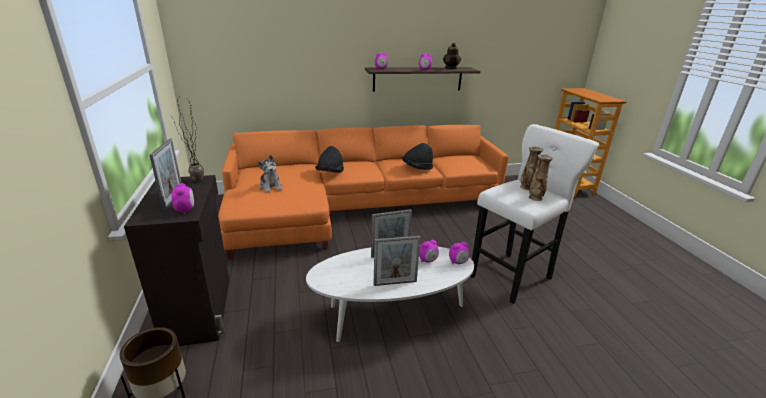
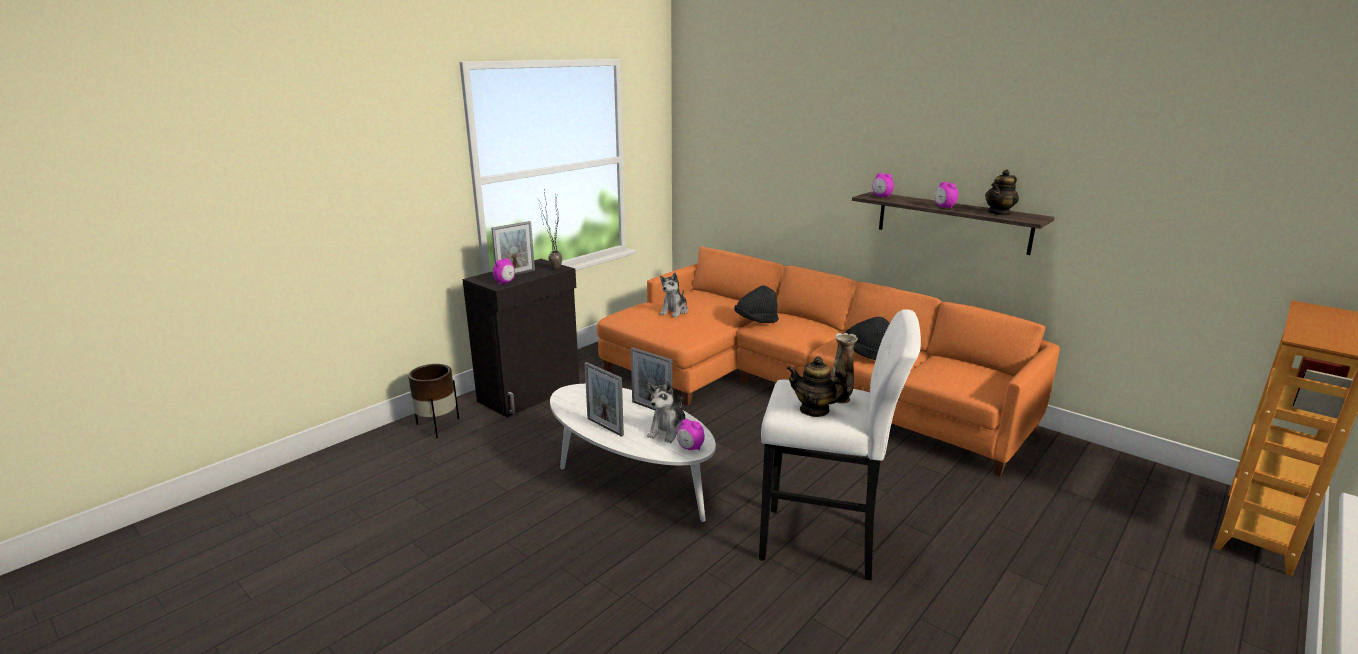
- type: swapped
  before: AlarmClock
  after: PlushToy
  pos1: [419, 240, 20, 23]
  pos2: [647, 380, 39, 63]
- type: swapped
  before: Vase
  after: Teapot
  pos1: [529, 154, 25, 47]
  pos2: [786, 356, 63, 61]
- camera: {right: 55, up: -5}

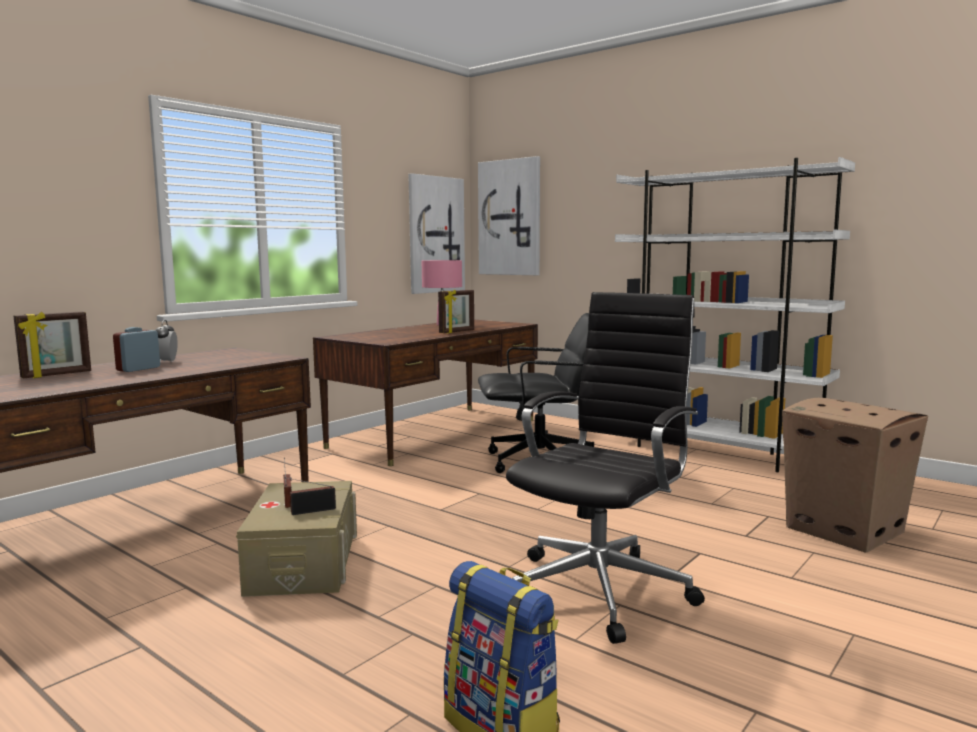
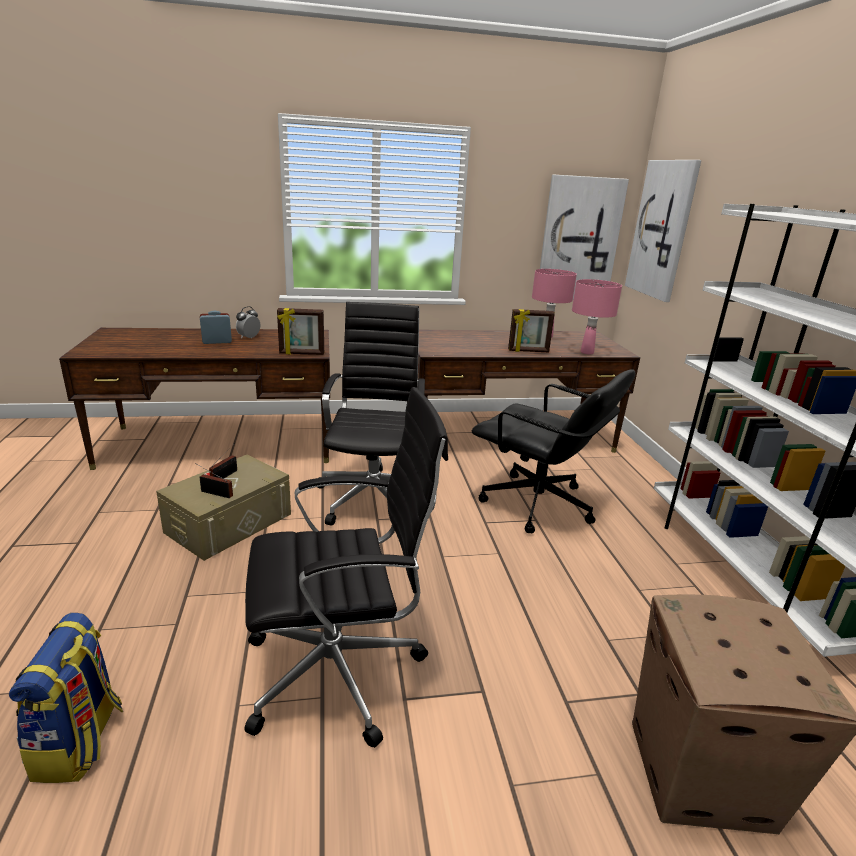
- type: shifted
  before: PictureFrame
  pos1: [14, 312, 77, 66]
  pos2: [277, 308, 47, 47]
- type: new
  after: BlackOfficeChair
  pos2: [318, 302, 107, 224]
- type: new
  after: PinkTableLamp
  pos2: [572, 279, 50, 75]
- camera: {right: 40, up: 15}

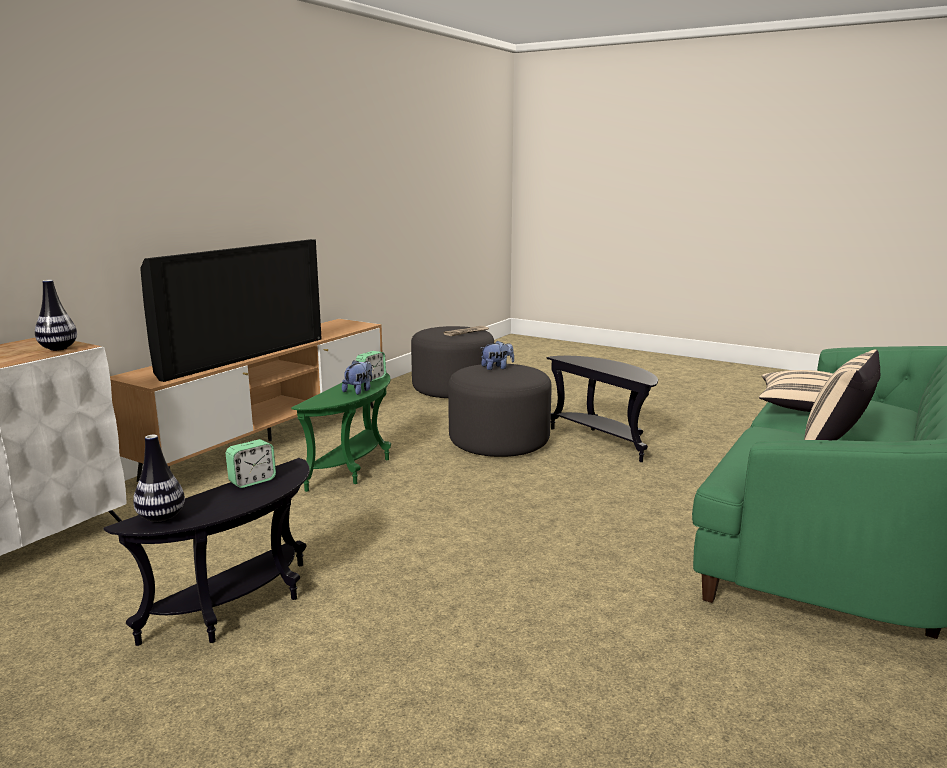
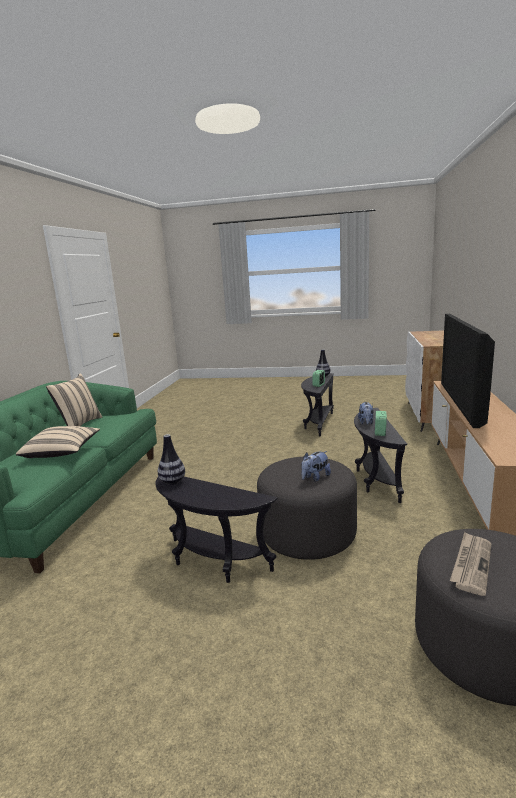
- type: shifted
  before: Vase
  pos1: [35, 280, 42, 71]
  pos2: [158, 434, 27, 51]
- type: repainted
  before: GreenSideTable
  after: BlackSideTable
  pos1: [291, 372, 100, 120]
  pos2: [354, 408, 53, 95]
- camera: {right: 160, up: 0}

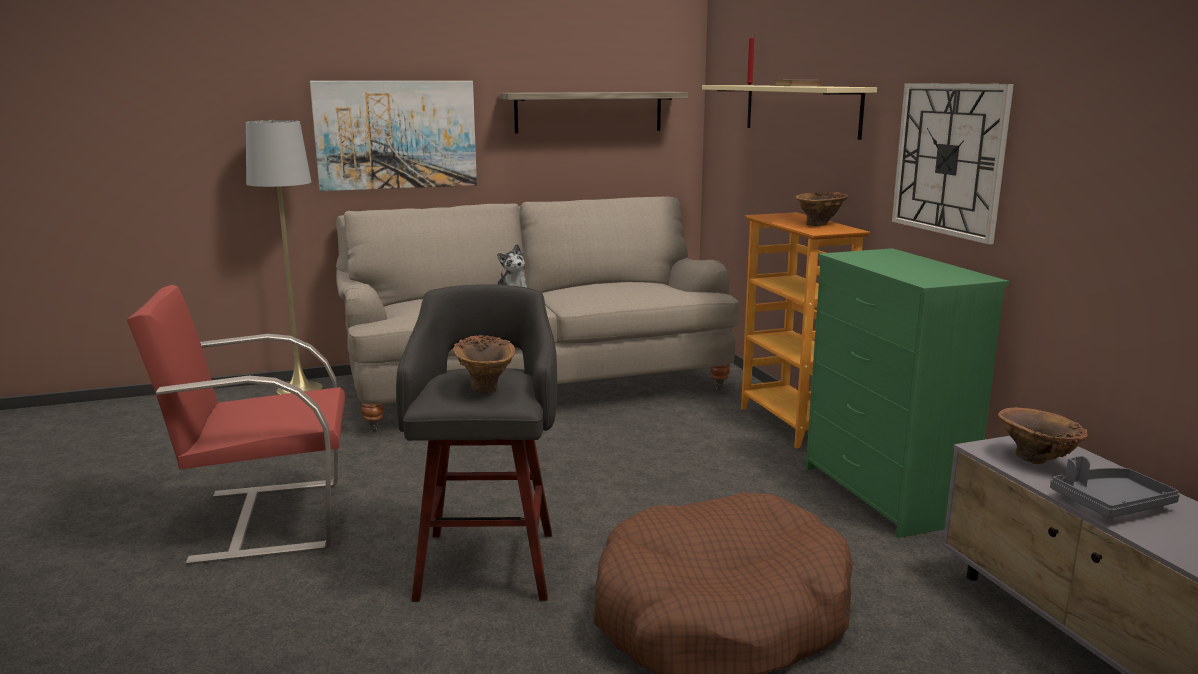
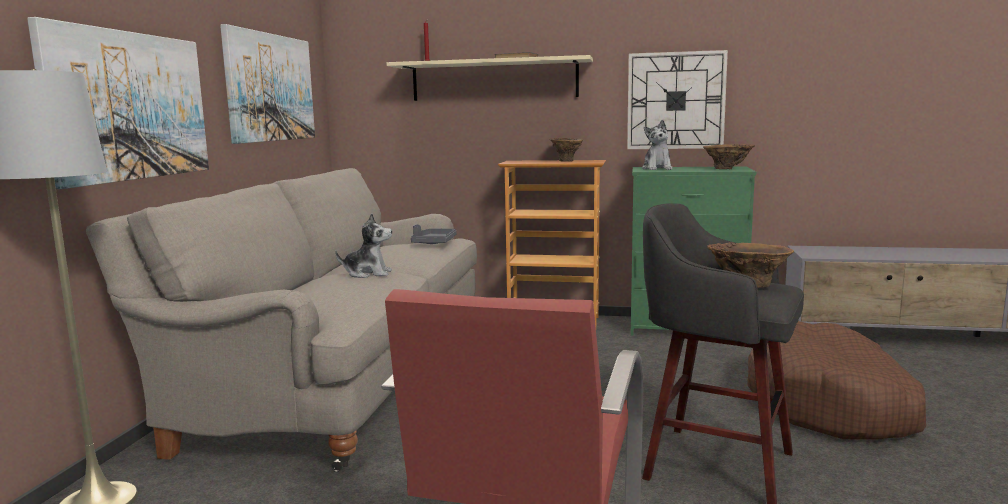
- type: swapped
  before: Shelf
  after: Picture
  pos1: [499, 92, 189, 42]
  pos2: [220, 24, 95, 120]
- type: shifted
  before: GreyTray
  pos1: [1050, 456, 130, 62]
  pos2: [411, 224, 45, 20]
- type: new
  after: PlushToy
  pos2: [642, 120, 31, 50]
- type: shifted
  before: BrownVase
  pos1: [998, 408, 90, 56]
  pos2: [703, 144, 52, 25]
- camera: {right: -60, up: -5}

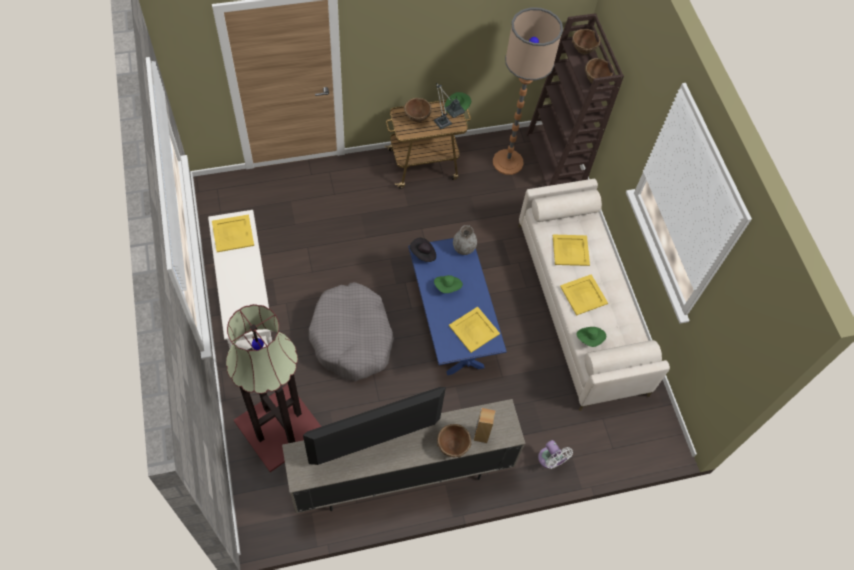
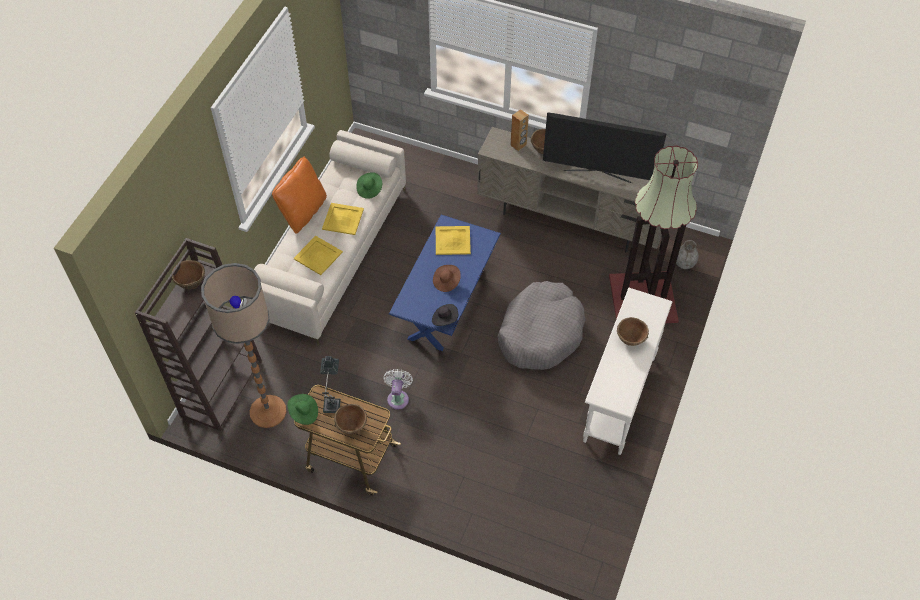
- type: new
  after: OrangePillow
  pos2: [272, 157, 55, 77]
- type: shifted
  before: WhiteFan
  pos1: [538, 440, 35, 29]
  pos2: [383, 369, 30, 41]
- type: repainted
  before: GreenHat
  after: BrownHat
  pos1: [434, 275, 29, 18]
  pos2: [433, 265, 28, 27]
- type: shifted
  before: BrownBowl
  pos1: [572, 29, 29, 26]
  pos2: [617, 317, 32, 29]
- type: shifted
  before: GreyVase
  pos1: [453, 225, 24, 30]
  pos2: [676, 240, 22, 29]
- type: gone
  before: YellowTray
  pos1: [212, 214, 42, 38]
- camera: {right: -140, up: -5}

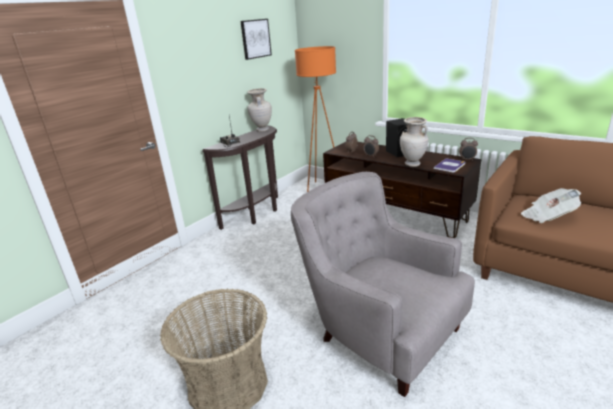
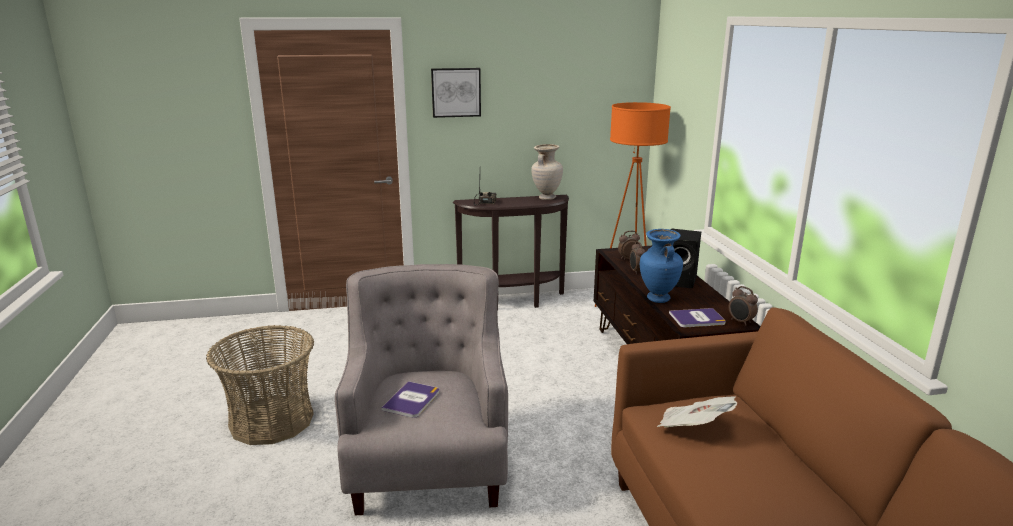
- type: new
  after: Book
  pos2: [382, 381, 57, 37]
- type: shifted
  before: Picture
  pos1: [240, 19, 32, 41]
  pos2: [431, 68, 50, 50]
- type: repainted
  before: BeigeVase
  after: BlueVase
  pos1: [400, 117, 29, 50]
  pos2: [640, 229, 43, 74]
- camera: {right: 40, up: -5}

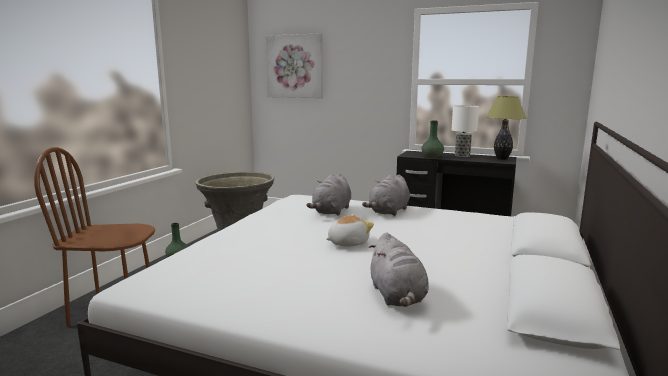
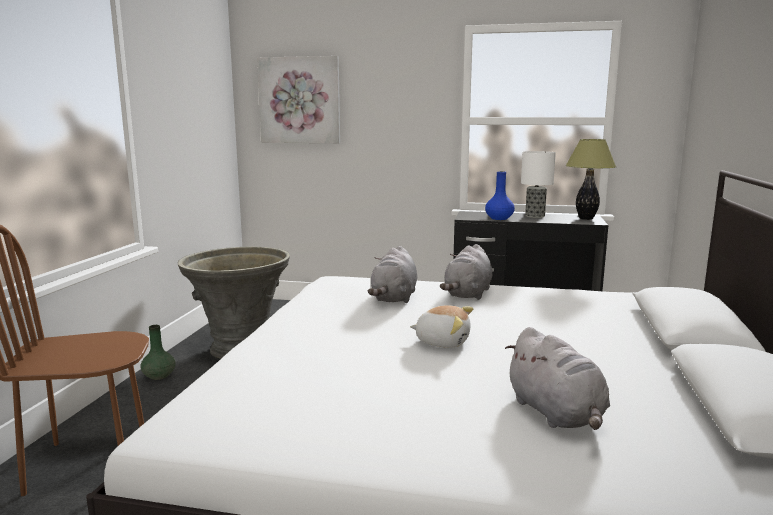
- type: rotated
  before: PlushToy
  pos1: [326, 214, 48, 32]
  pos2: [410, 305, 63, 43]
  turn: 60
- type: repainted
  before: GreenVase
  after: BlueVase
  pos1: [421, 120, 23, 38]
  pos2: [485, 171, 30, 49]
- camera: {right: -10, up: 0}

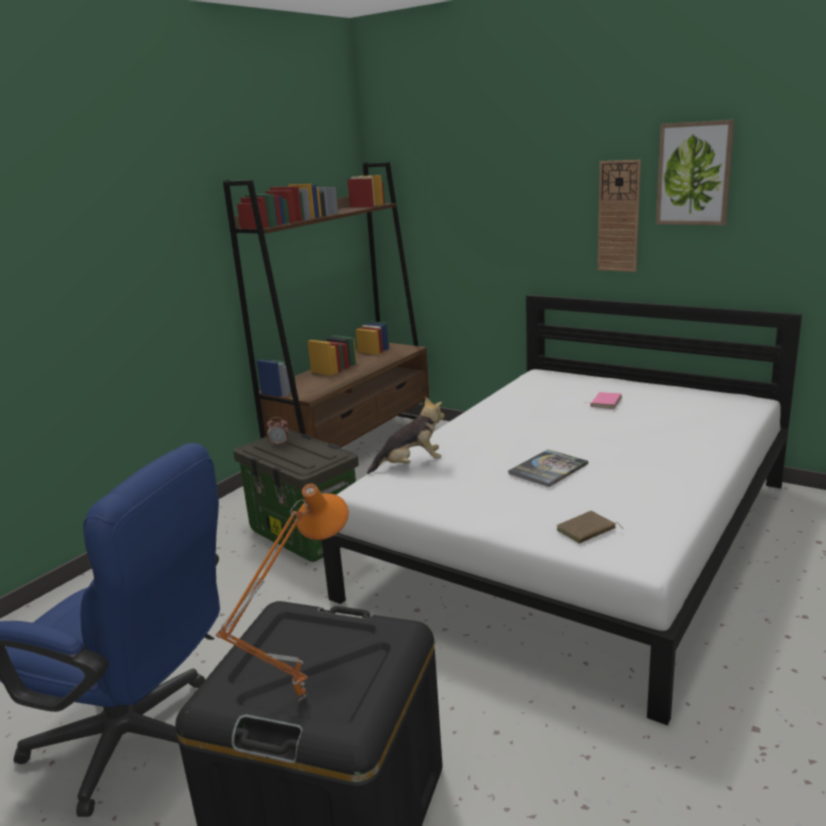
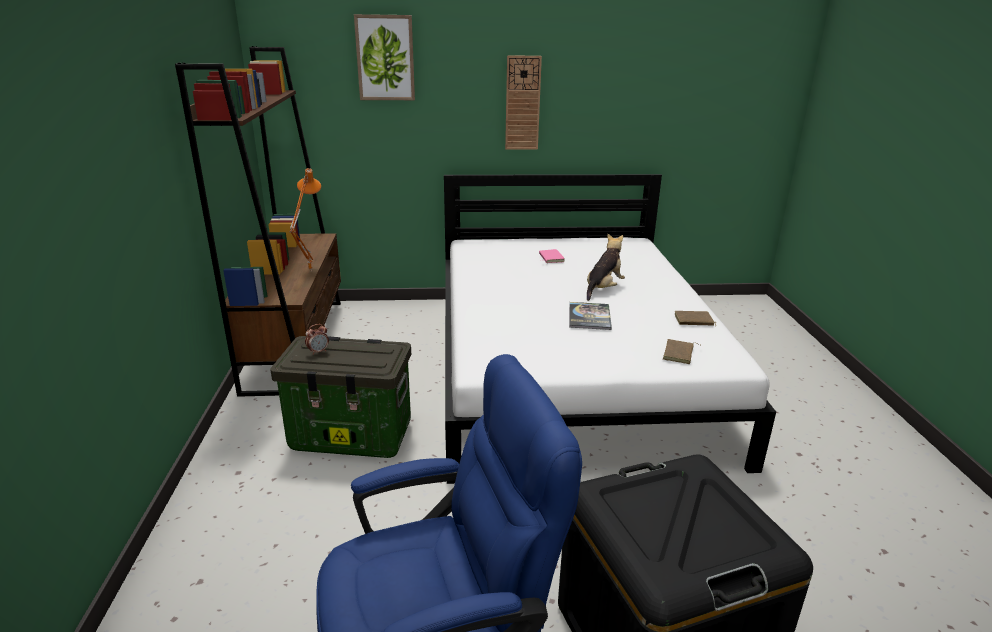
- type: shifted
  before: OrangeTableLamp
  pos1: [216, 484, 133, 217]
  pos2: [290, 168, 31, 104]
- type: shifted
  before: Picture
  pos1: [656, 120, 78, 105]
  pos2: [354, 14, 61, 86]
- type: shifted
  before: PlushToy
  pos1: [367, 397, 78, 77]
  pos2: [587, 234, 38, 67]
- type: new
  after: BrownBook
  pos2: [675, 311, 41, 15]
- camera: {right: -40, up: 5}

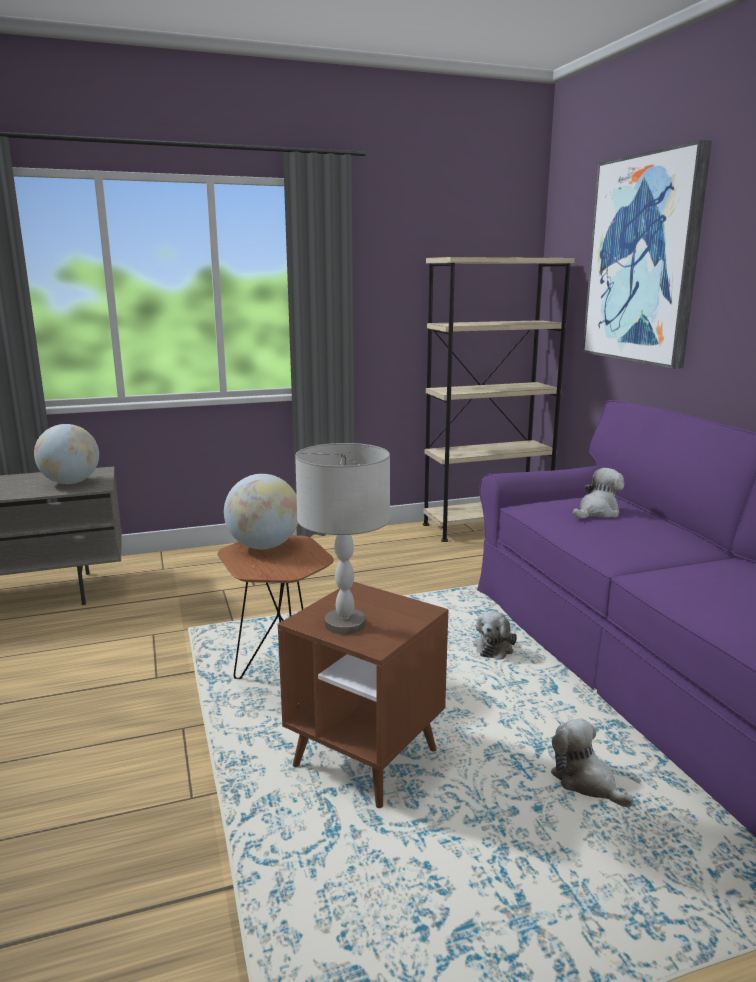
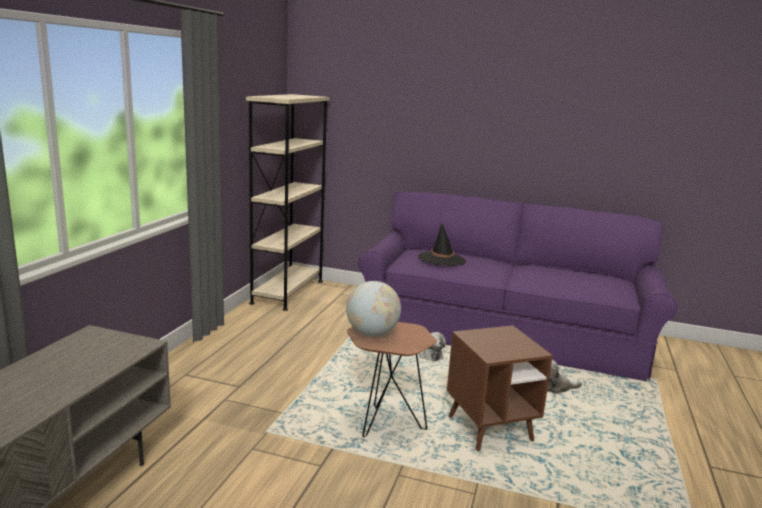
- type: swapped
  before: PlushToy
  after: BlackHat
  pos1: [573, 468, 51, 51]
  pos2: [418, 222, 48, 44]
- type: gone
  before: Globe
  pos1: [34, 424, 65, 60]
- type: gone
  before: GreyTableLamp
  pos1: [295, 443, 95, 191]
- type: gone
  before: Picture
  pos1: [583, 140, 129, 229]
- camera: {right: -55, up: 0}

